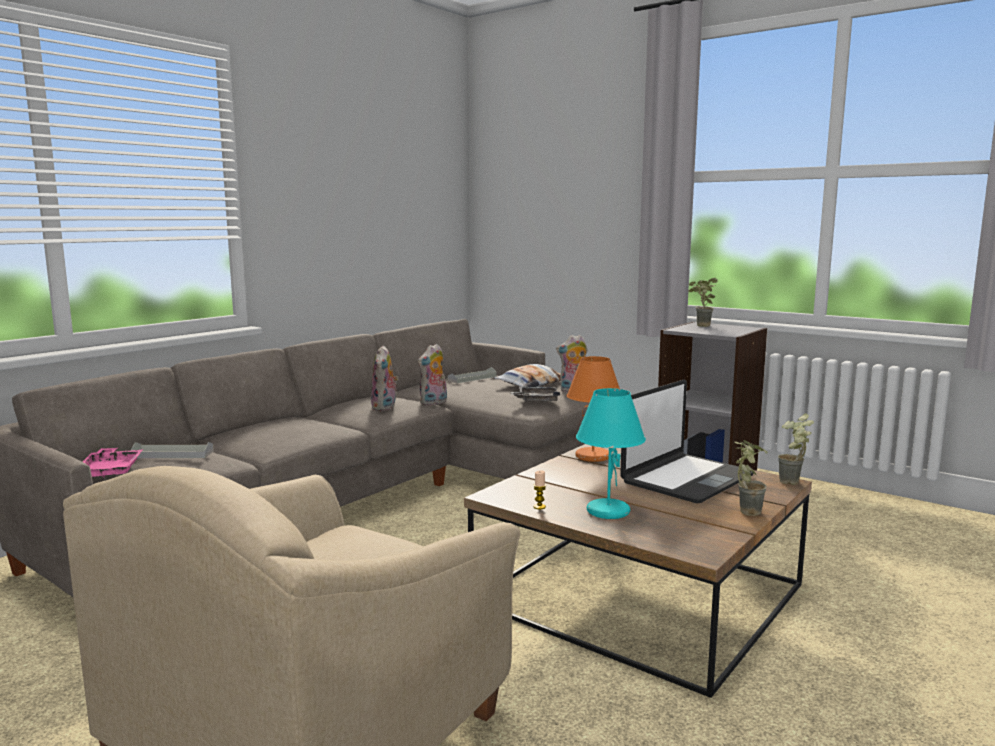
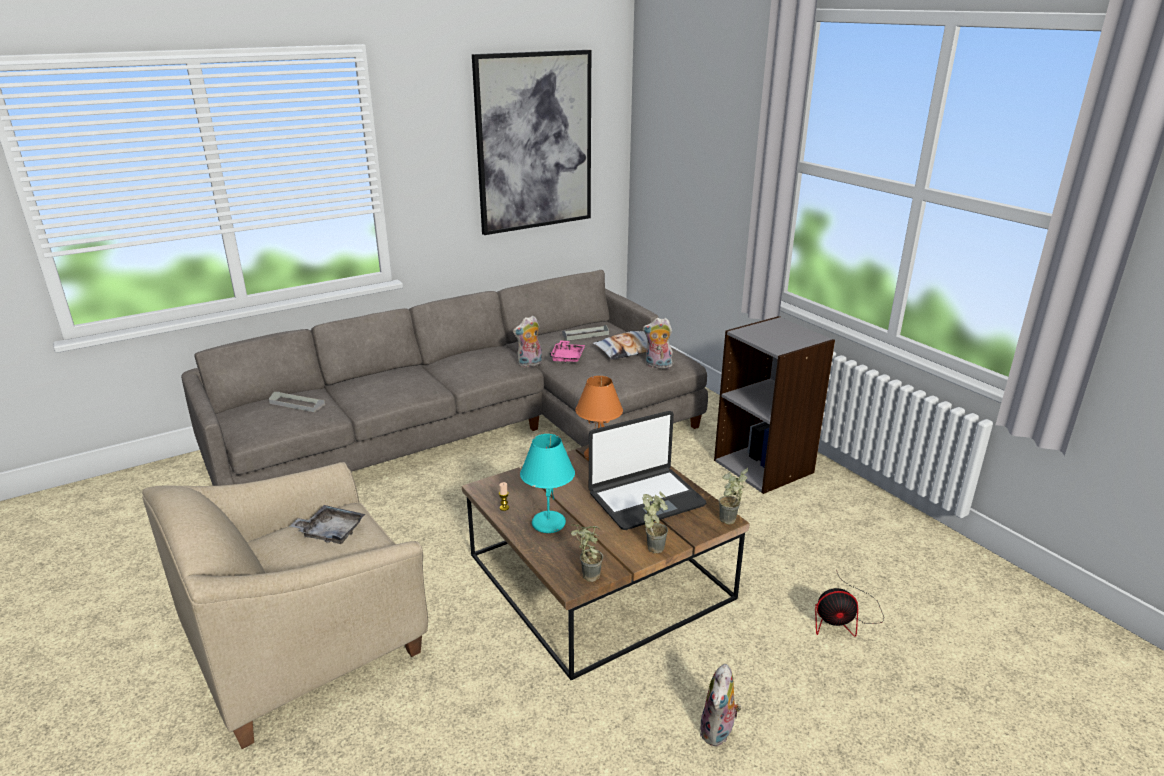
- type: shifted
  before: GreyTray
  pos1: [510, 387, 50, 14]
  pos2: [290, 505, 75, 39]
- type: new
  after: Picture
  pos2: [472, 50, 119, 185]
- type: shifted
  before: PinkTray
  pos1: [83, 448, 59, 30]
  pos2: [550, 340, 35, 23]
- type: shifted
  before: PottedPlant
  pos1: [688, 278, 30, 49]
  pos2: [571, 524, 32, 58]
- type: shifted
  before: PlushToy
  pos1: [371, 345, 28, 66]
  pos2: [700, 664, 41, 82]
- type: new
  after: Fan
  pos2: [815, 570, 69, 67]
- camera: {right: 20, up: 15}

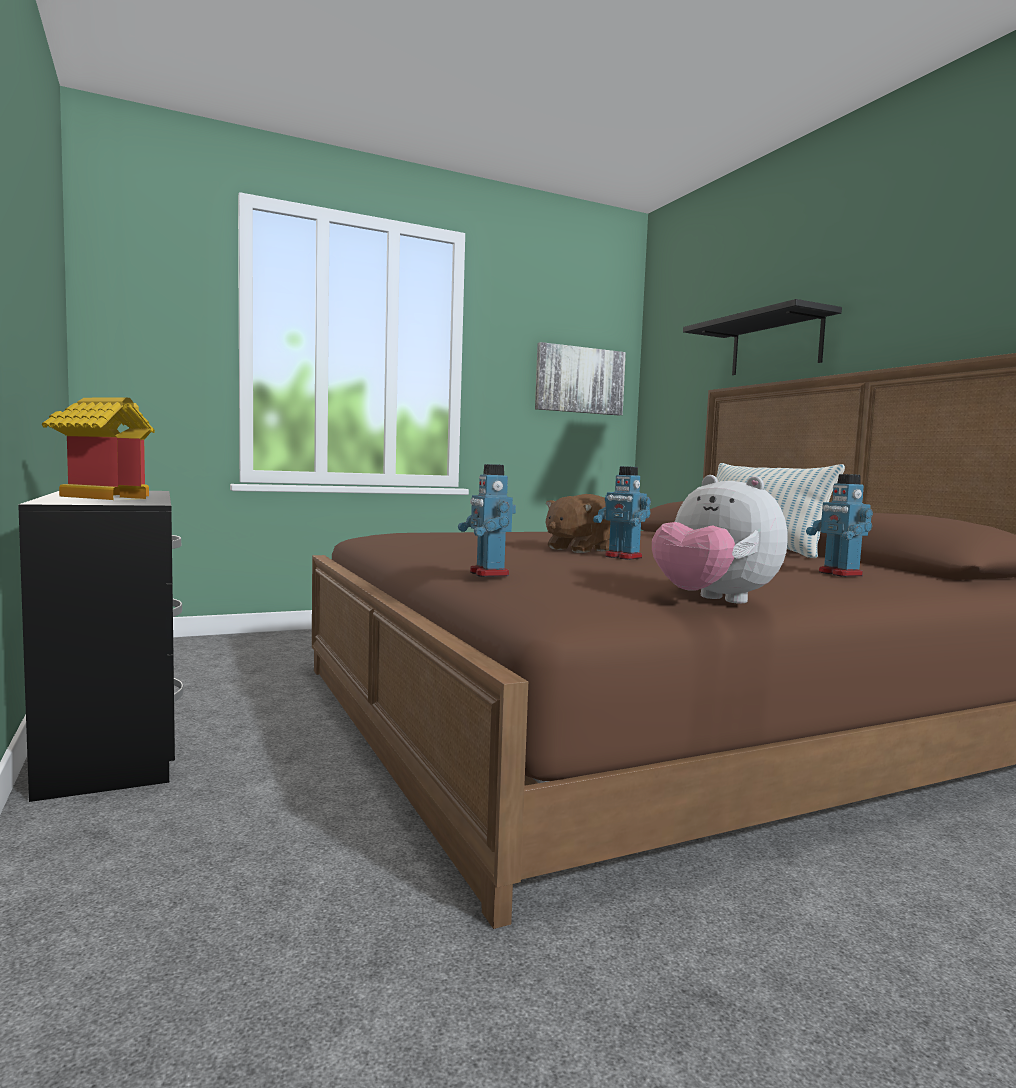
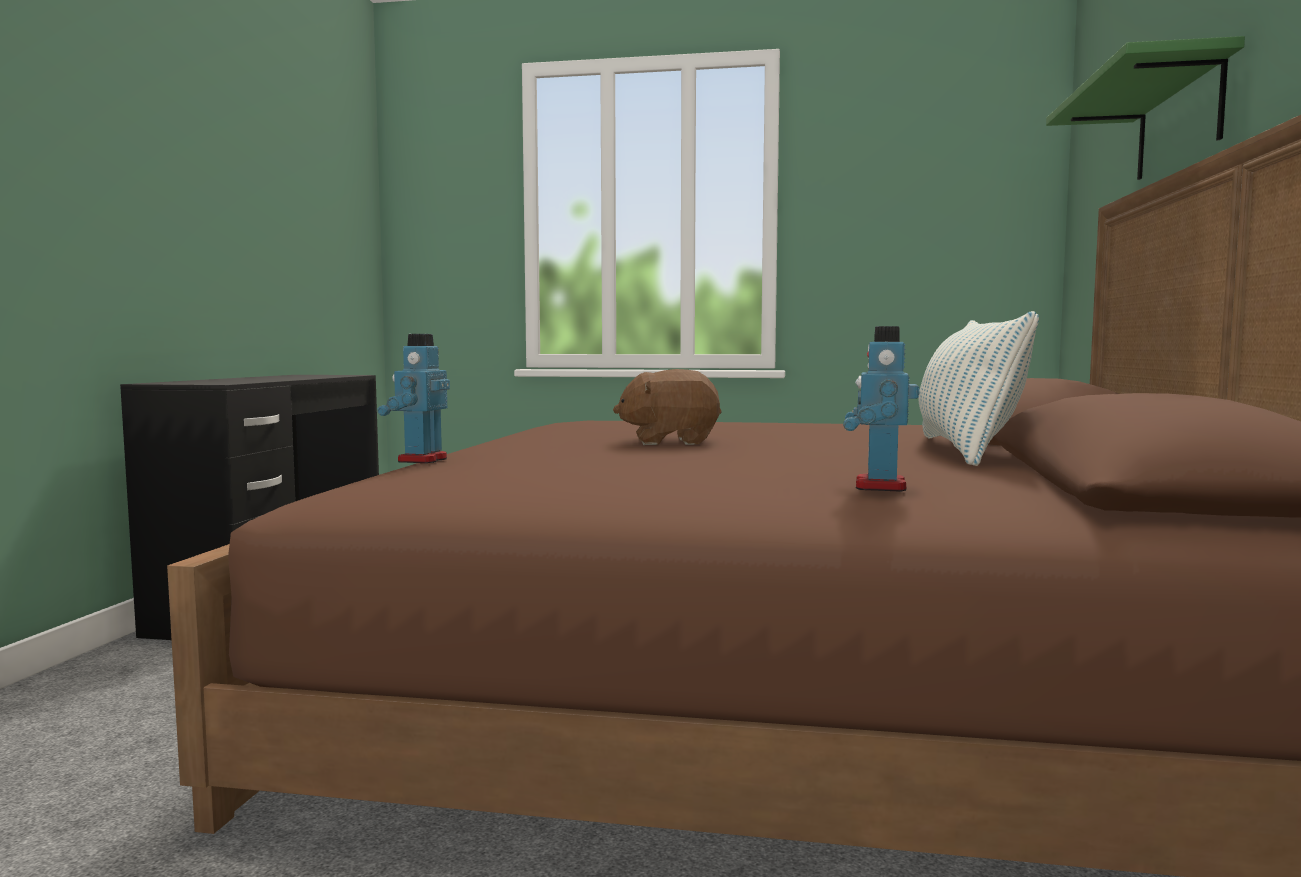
- type: repainted
  before: BlackShelf
  after: GreenShelf
  pos1: [683, 299, 159, 76]
  pos2: [1046, 36, 199, 144]
- type: gone
  before: ToyHouse
  pos1: [42, 397, 113, 103]
- type: gone
  before: Picture
  pos1: [535, 342, 91, 73]
- type: gone
  before: ToyRobot
  pos1: [593, 466, 58, 94]
- type: gone
  before: PlushToy
  pos1: [652, 475, 136, 129]
- camera: {right: 35, up: 0}

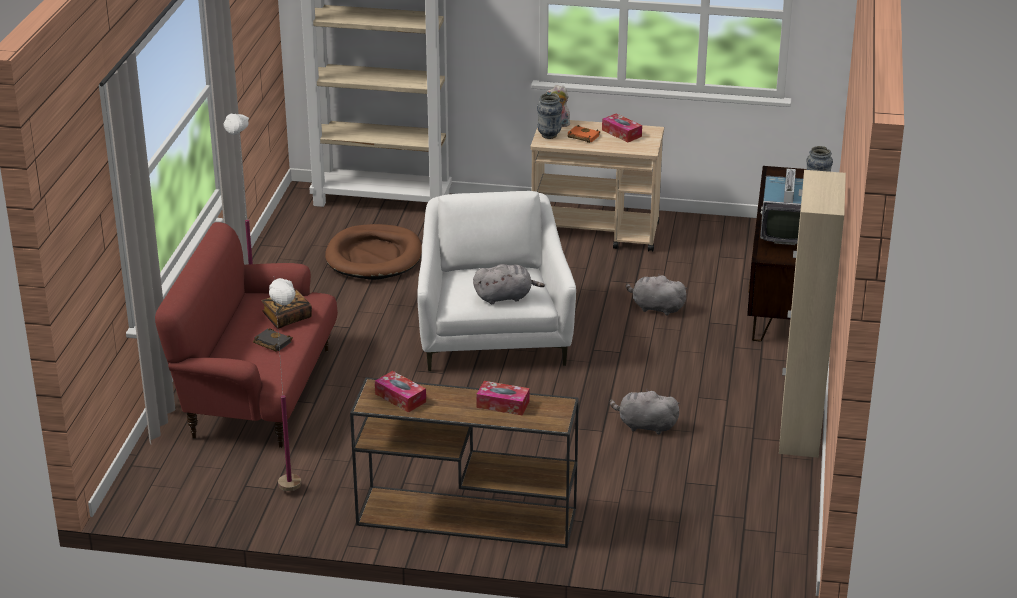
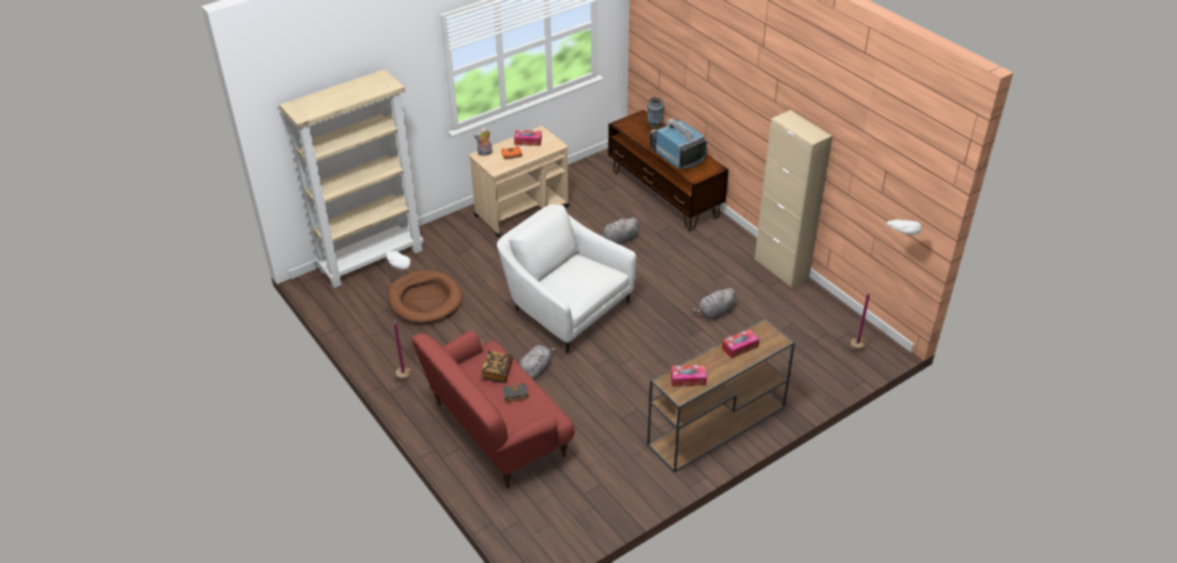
- type: shifted
  before: GreyPlushToy
  pos1: [473, 264, 72, 40]
  pos2: [519, 345, 38, 35]
- type: shifted
  before: WhiteFloorLamp
  pos1: [269, 278, 32, 213]
  pos2: [850, 219, 72, 131]
- type: gone
  before: Vase
  pos1: [537, 93, 25, 46]
- camera: {right: -45, up: 10}

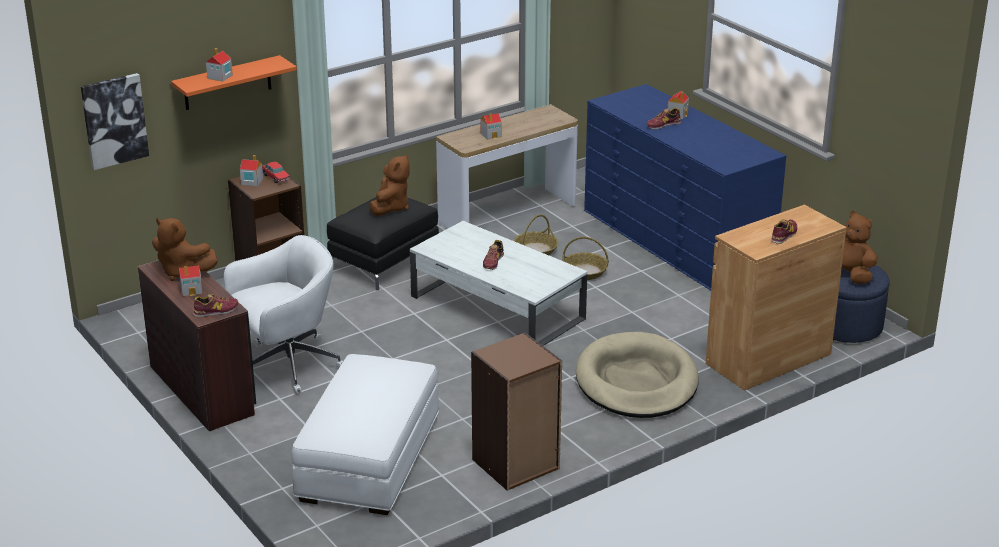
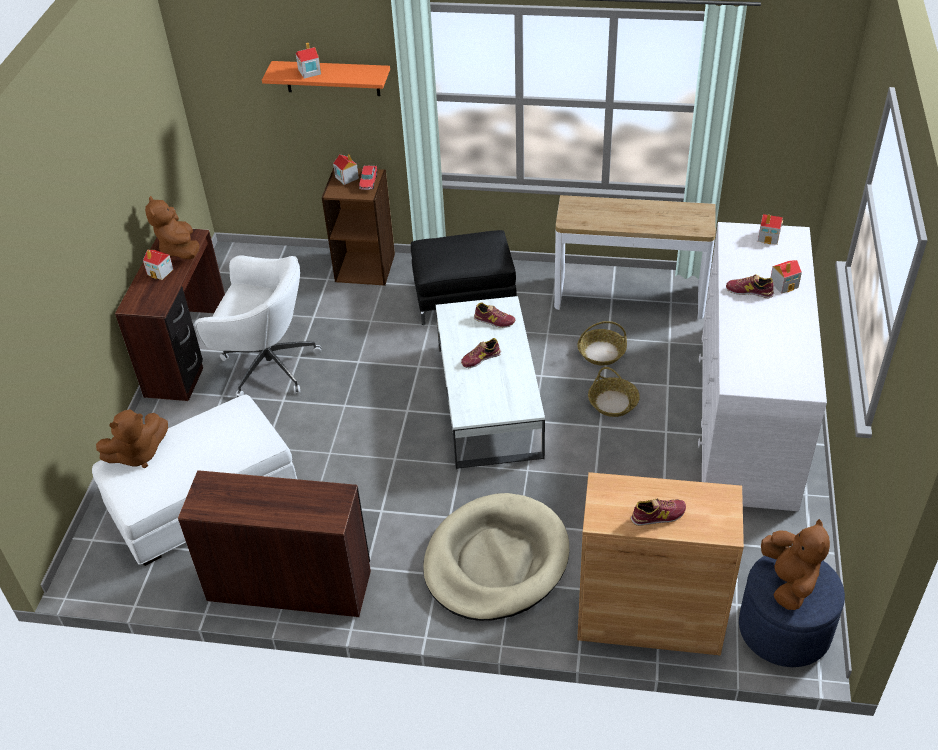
- type: shifted
  before: BrownPlushToy
  pos1: [369, 154, 41, 62]
  pos2: [96, 409, 72, 59]
- type: swapped
  before: BrownBookcase
  after: BrownDesk
  pos1: [471, 333, 91, 158]
  pos2: [178, 470, 193, 147]
- type: shifted
  before: Shoe
  pos1: [193, 294, 45, 23]
  pos2: [474, 302, 41, 26]
- type: repainted
  before: BlueDresser
  after: WhiteDresser
  pos1: [584, 84, 202, 206]
  pos2: [698, 222, 129, 289]
- type: shifted
  before: ToyHouse
  pos1: [480, 113, 22, 27]
  pos2: [758, 214, 25, 31]
- type: gone
  before: Picture
  pos1: [81, 73, 68, 97]
- camera: {right: 45, up: 15}

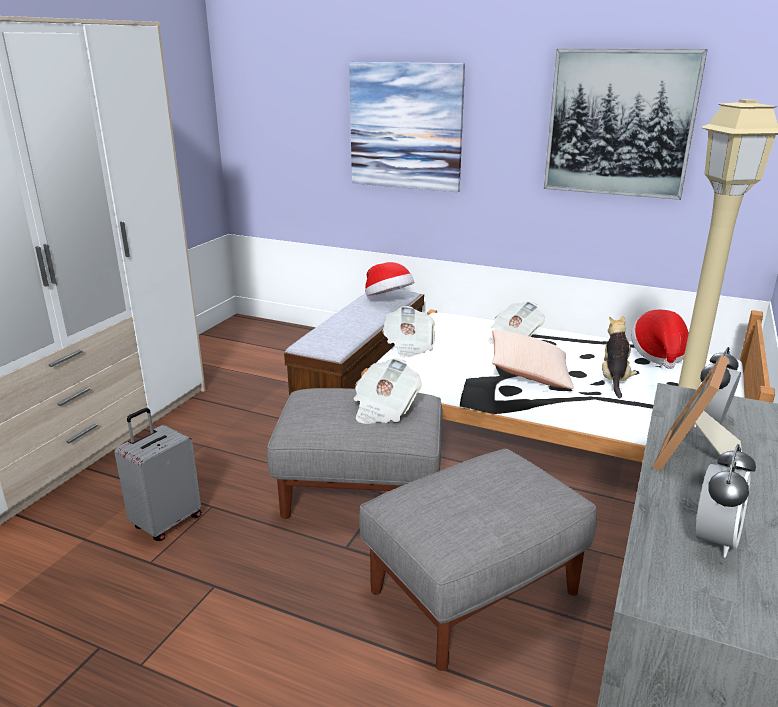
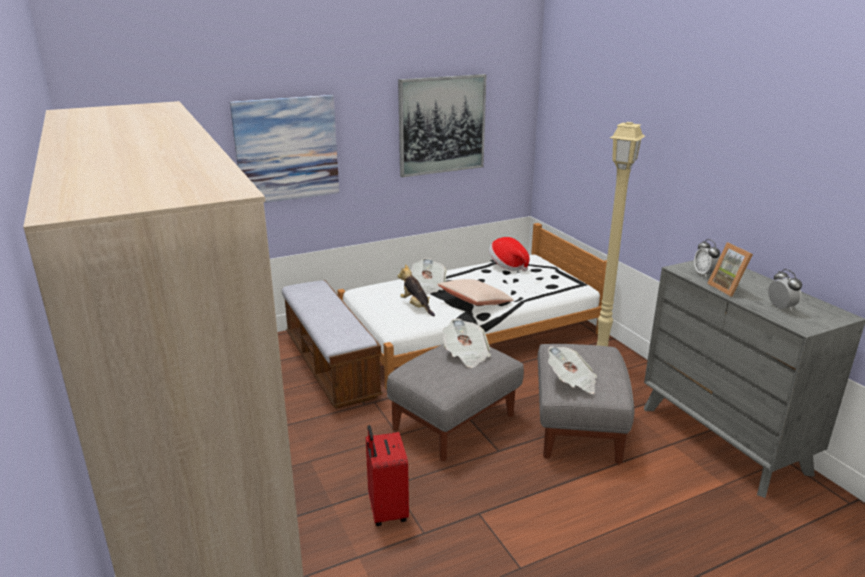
- type: repainted
  before: GreySuitcase
  after: RedSuitcase
  pos1: [114, 408, 88, 133]
  pos2: [366, 425, 43, 101]
- type: shifted
  before: PlushToy
  pos1: [602, 316, 35, 82]
  pos2: [397, 264, 38, 52]
- type: shifted
  before: Newspaper
  pos1: [382, 306, 53, 52]
  pos2: [548, 346, 49, 48]
- type: gone
  before: Hat
  pos1: [365, 262, 49, 34]
- camera: {right: -50, up: 0}

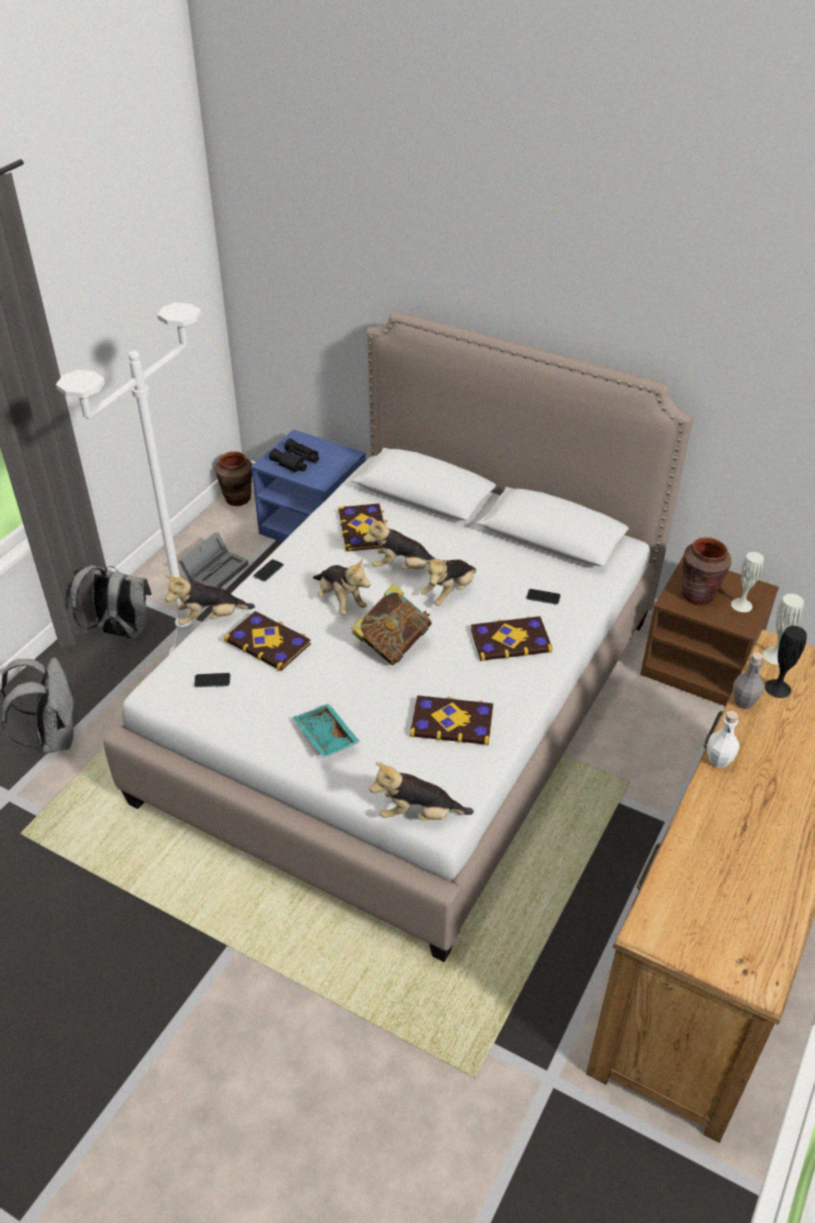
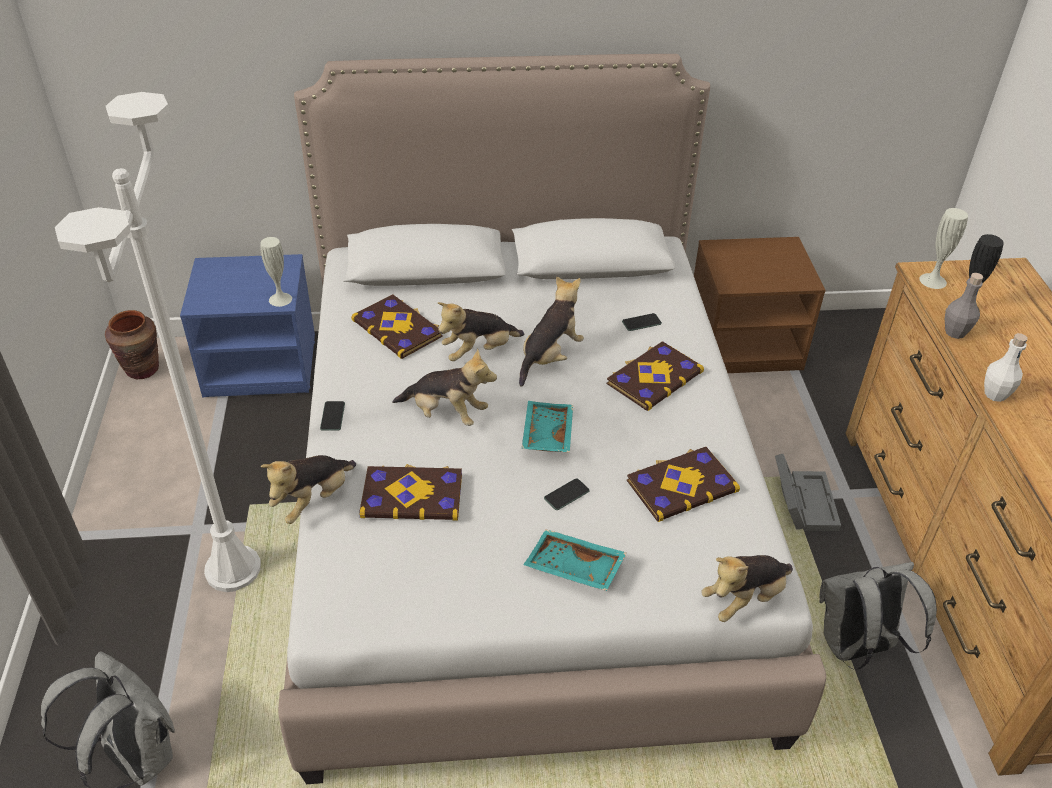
- type: shifted
  before: WhiteVase
  pos1: [731, 552, 33, 60]
  pos2: [260, 237, 32, 70]
- type: rotated
  before: PlushToy
  pos1: [421, 559, 55, 47]
  pos2: [519, 276, 65, 111]
  turn: -150
- type: swapped
  before: Book
  after: TurquoiseTray
  pos1: [351, 584, 81, 81]
  pos2: [522, 401, 51, 52]
- type: shifted
  before: Phone
  pos1: [194, 673, 36, 14]
  pos2: [544, 478, 46, 32]
- type: shifted
  before: GreyStorageBox
  pos1: [179, 533, 70, 55]
  pos2: [775, 454, 66, 77]
- type: shifted
  before: GreyBackpack
  pos1: [71, 565, 81, 74]
  pos2: [819, 562, 118, 108]
- type: gone
  before: BlackBinoculars
  pos1: [269, 438, 50, 35]
- type: gone
  before: BrownVase
  pos1: [682, 537, 50, 68]
- camera: {right: -35, up: 0}

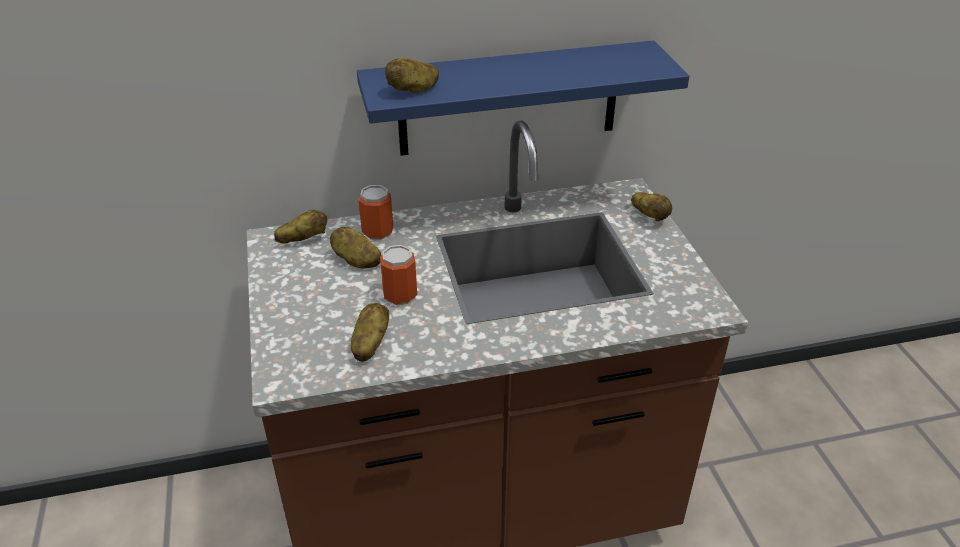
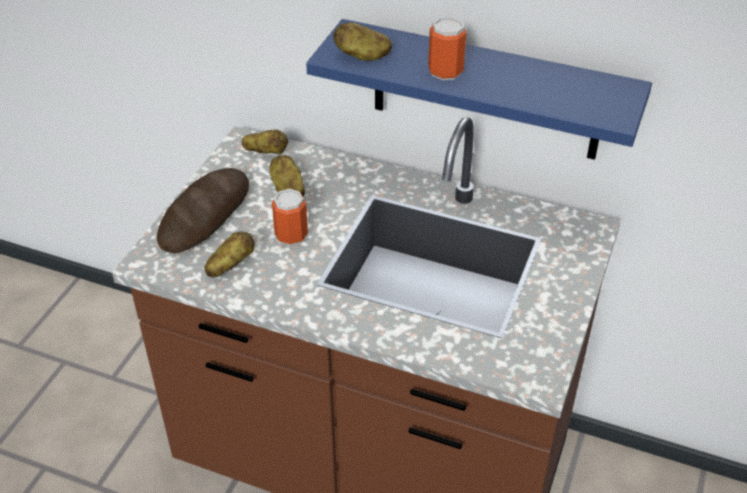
- type: new
  after: Bread
  pos2: [157, 168, 92, 85]
- type: shifted
  before: Can
  pos1: [358, 185, 35, 55]
  pos2: [428, 17, 38, 63]
- type: gone
  before: Potato
  pos1: [631, 192, 41, 29]
- camera: {right: 35, up: 5}

